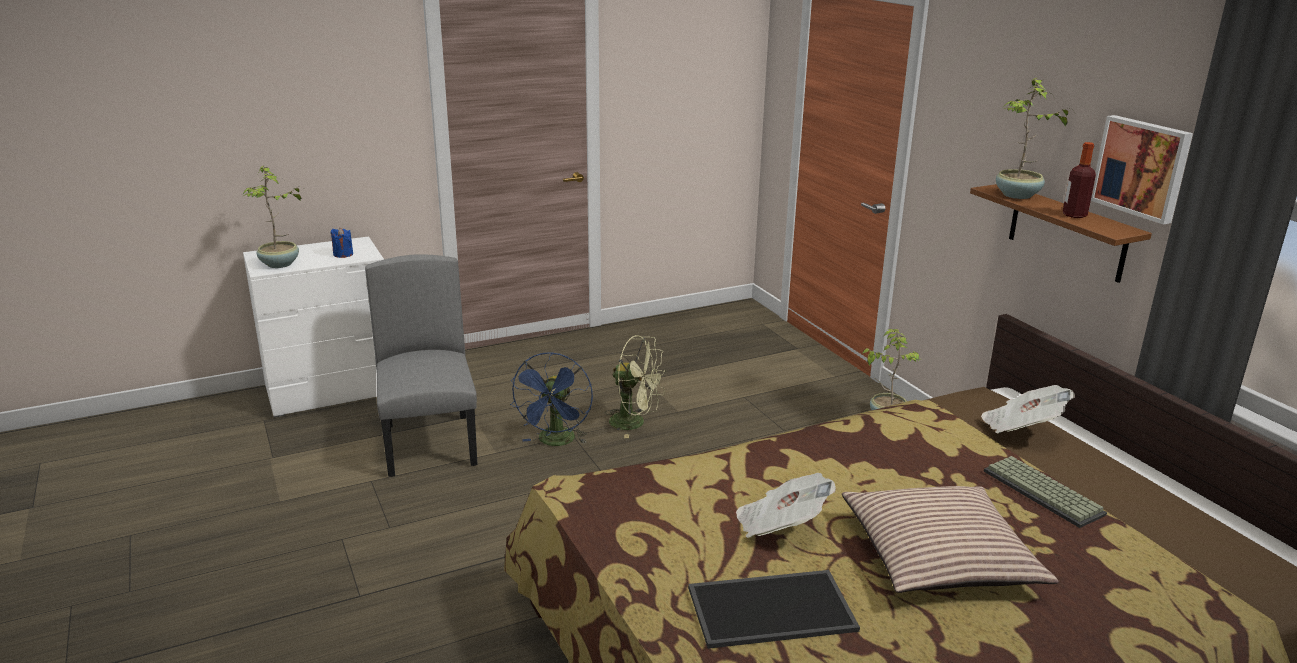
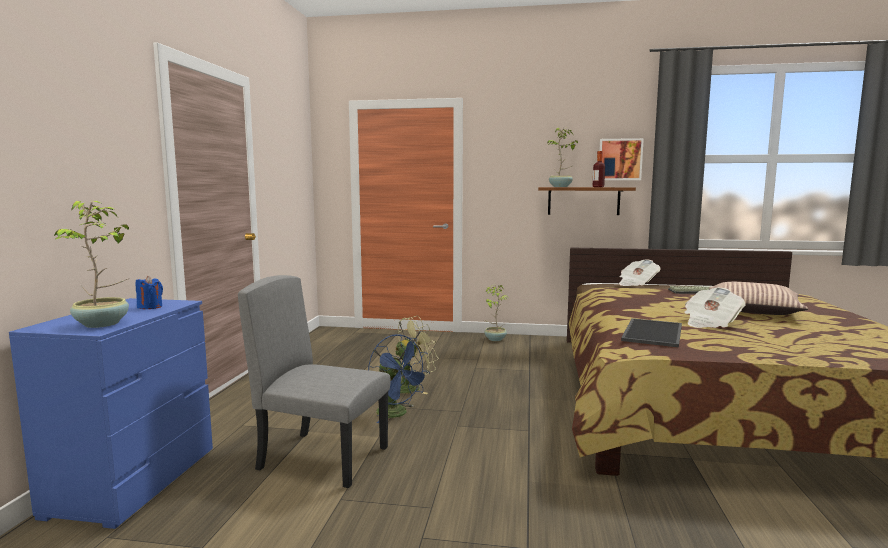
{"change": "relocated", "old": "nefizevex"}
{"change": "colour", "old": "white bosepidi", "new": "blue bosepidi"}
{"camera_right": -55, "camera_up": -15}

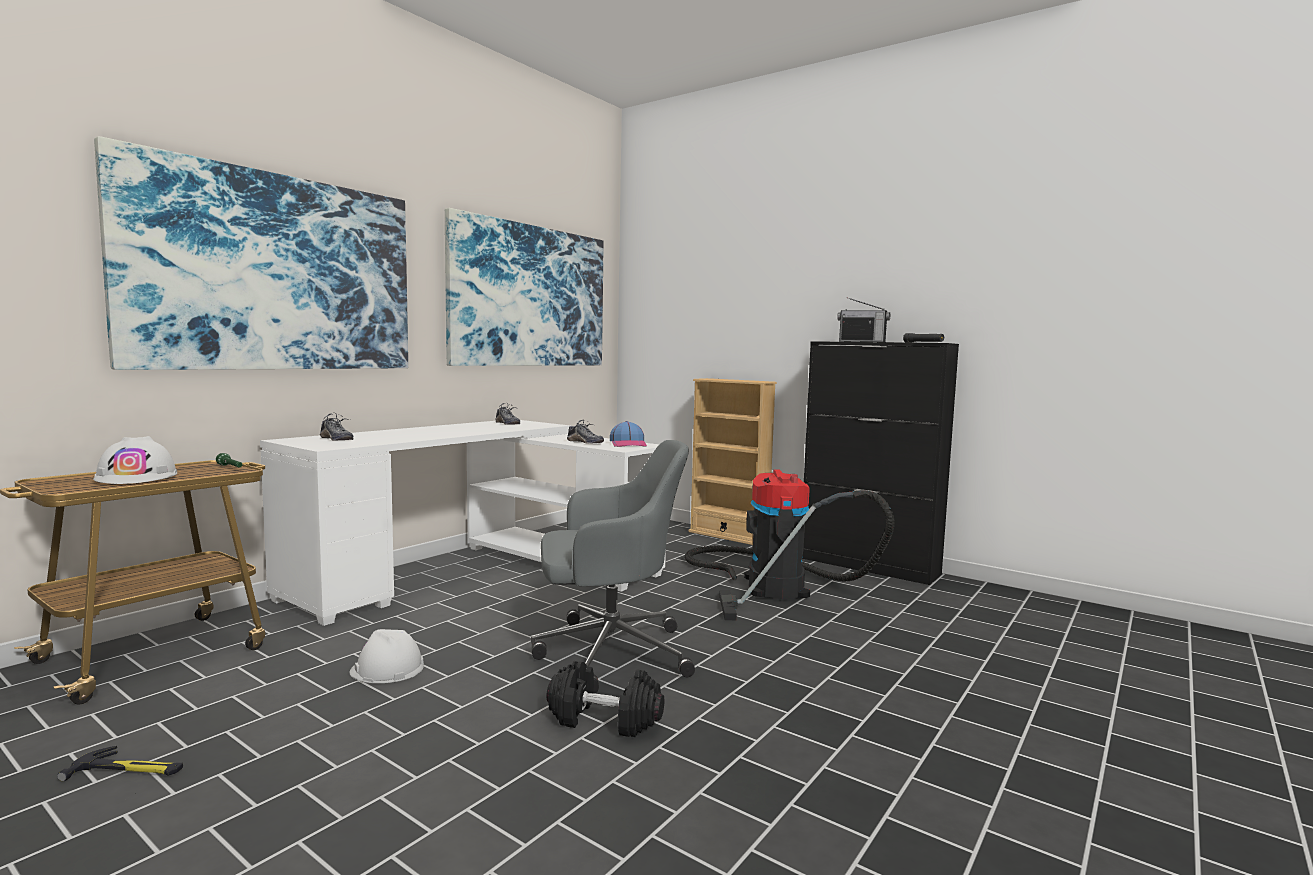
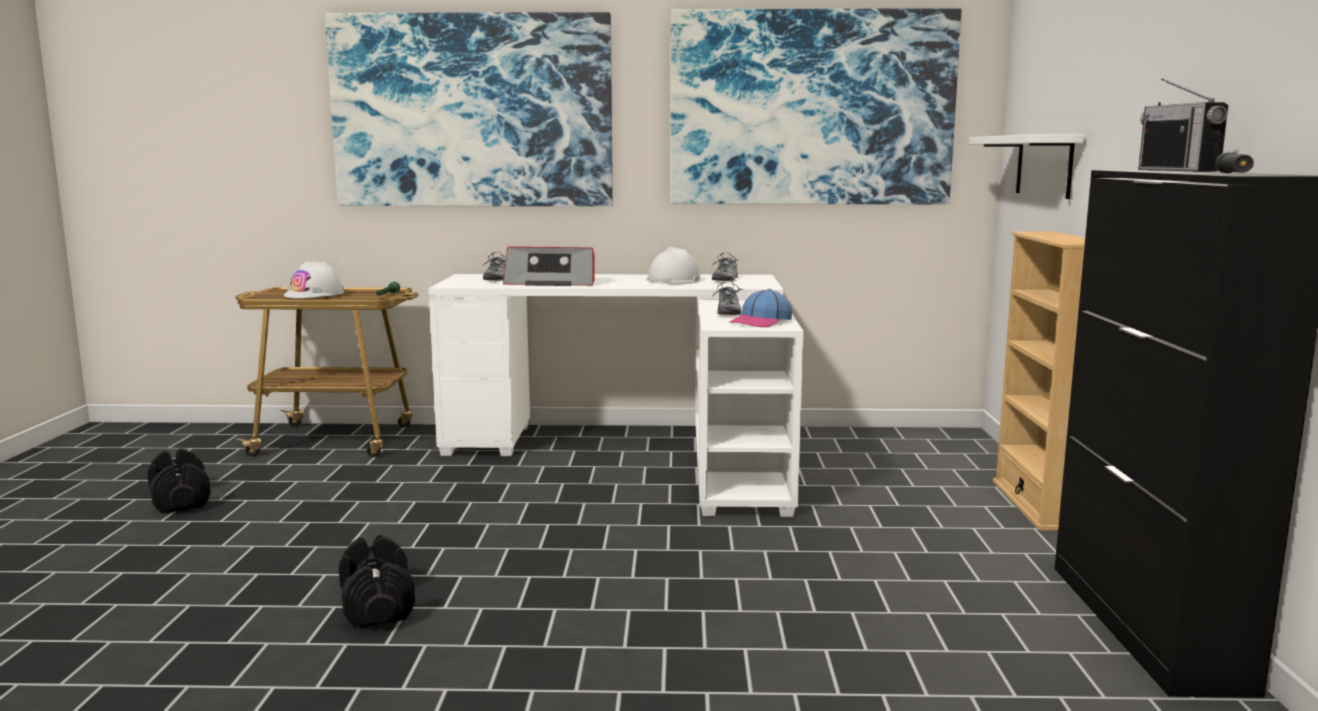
{"change": "missing", "old": "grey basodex"}
{"change": "missing", "old": "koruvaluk"}
{"change": "appeared", "new": "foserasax (no. 1 from left)"}
{"change": "appeared", "new": "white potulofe"}
{"change": "relocated", "old": "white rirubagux (no. 2 from left)"}
{"change": "exchanged", "old": "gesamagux", "new": "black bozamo (no. 1 from left)"}
{"camera_right": 55, "camera_up": 5}

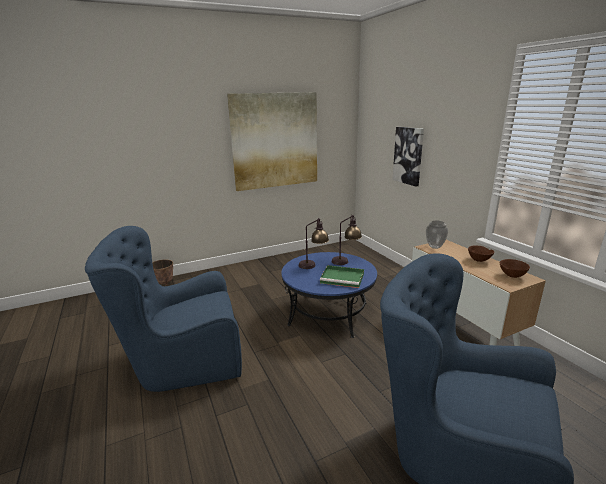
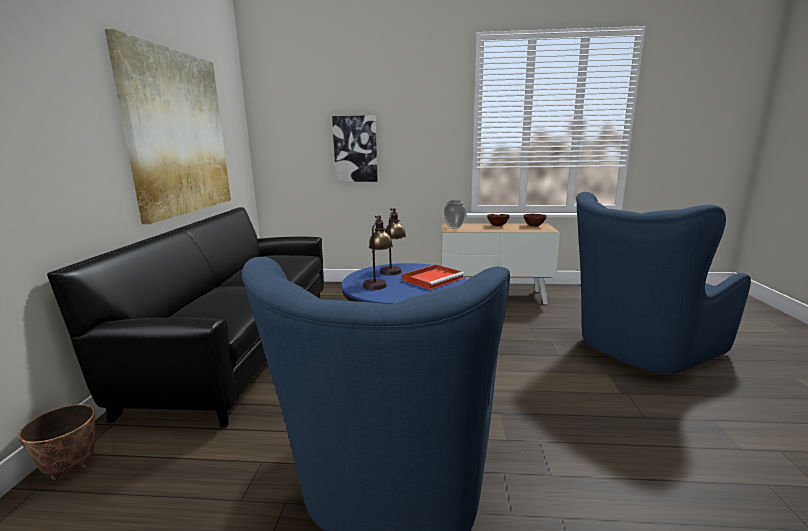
{"change": "appeared", "new": "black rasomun"}
{"change": "colour", "old": "green nefizevex", "new": "red nefizevex"}
{"camera_right": -60, "camera_up": -5}

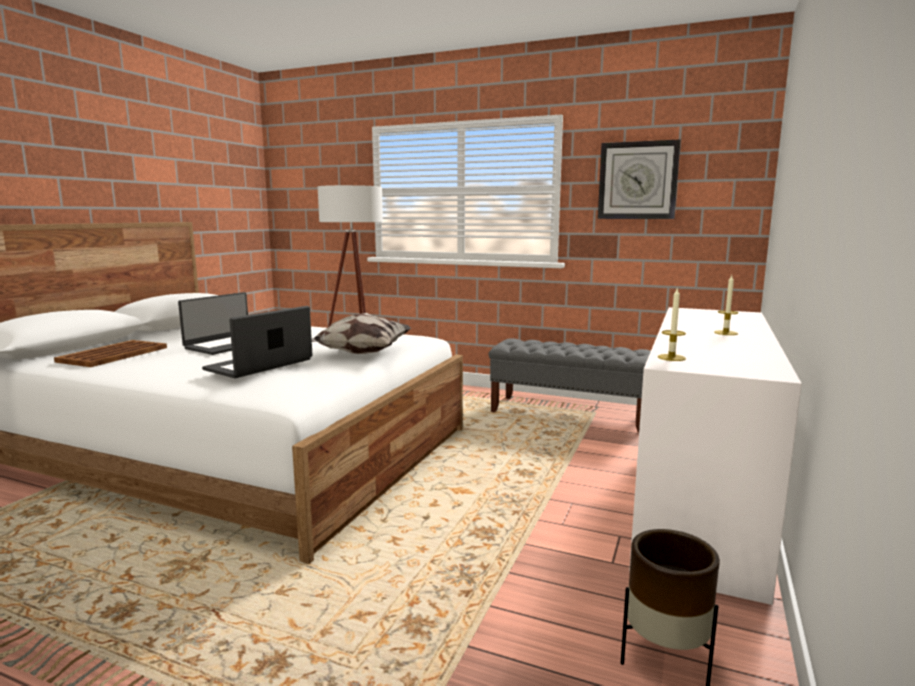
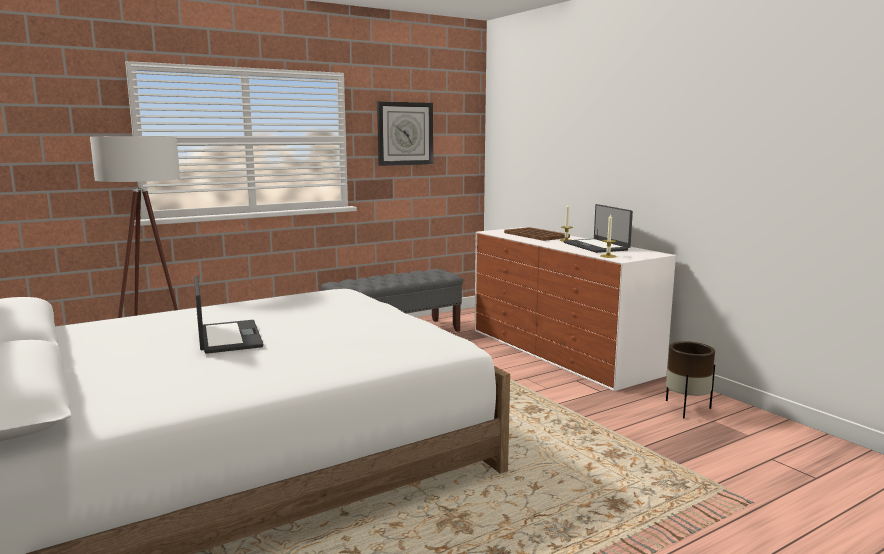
{"change": "missing", "old": "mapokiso"}
{"change": "relocated", "old": "brown nefizevex"}
{"change": "relocated", "old": "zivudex (no. 2 from left)"}
{"camera_right": -55, "camera_up": 0}

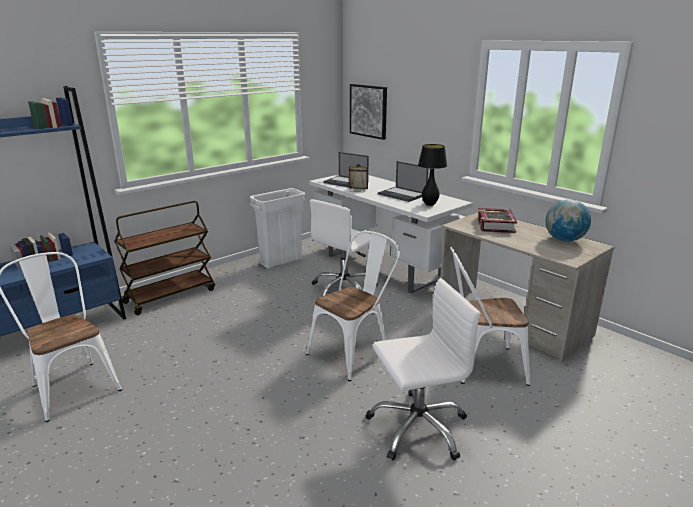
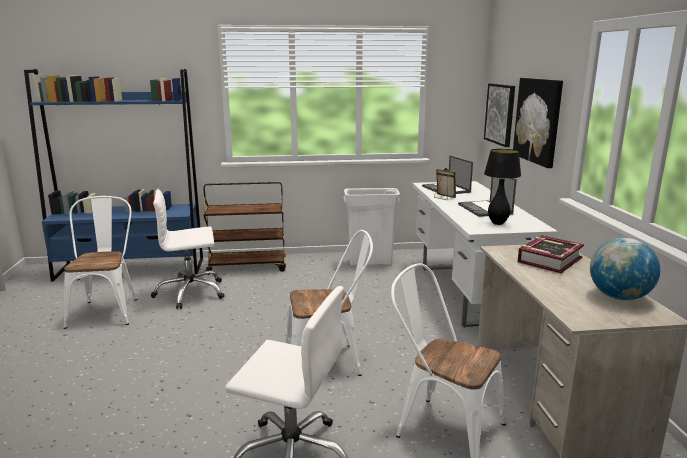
{"change": "appeared", "new": "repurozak (no. 2 from left)"}
{"change": "relocated", "old": "white basodex (no. 1 from left)"}
{"camera_right": 35, "camera_up": -5}

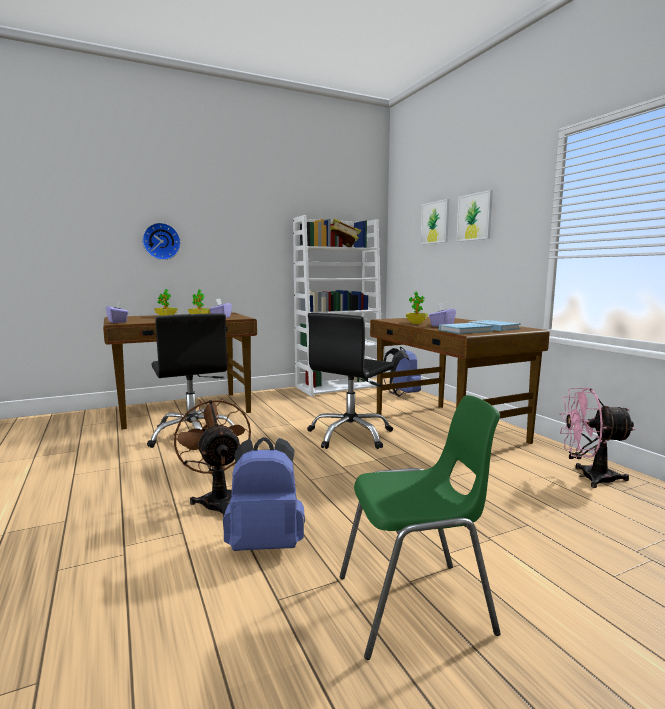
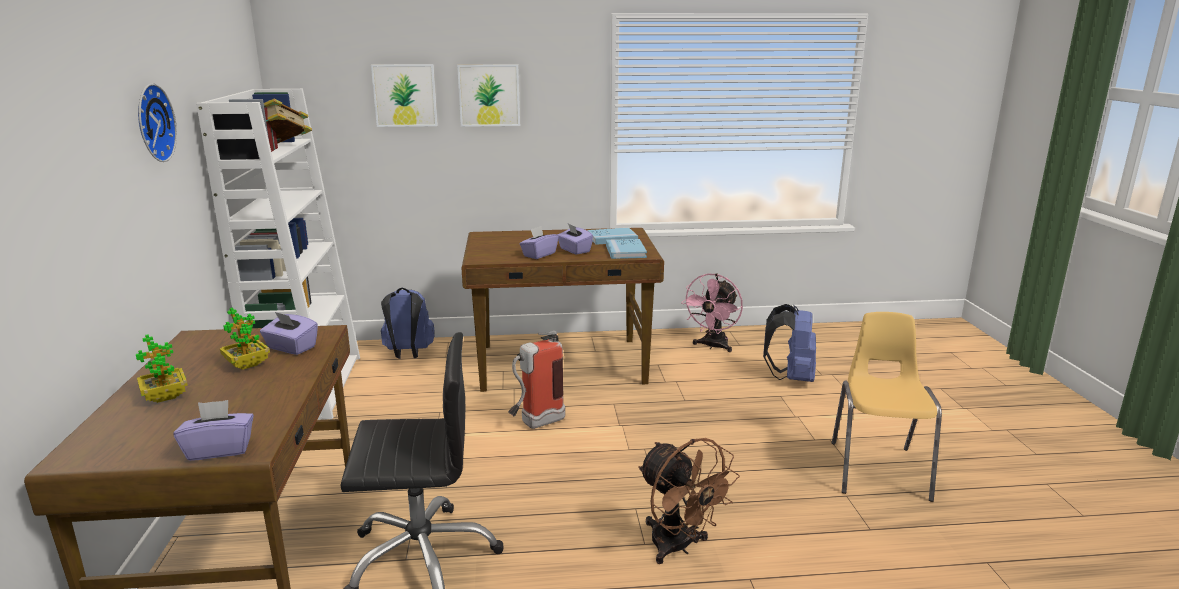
{"change": "relocated", "old": "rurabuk"}
{"change": "relocated", "old": "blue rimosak (no. 1 from left in the first image)", "new": "blue rimosak (no. 2 from left)"}
{"change": "exchanged", "old": "black basodex (no. 2 from left)", "new": "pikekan"}
{"change": "exchanged", "old": "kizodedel (no. 3 from left)", "new": "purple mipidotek (no. 3 from left)"}
{"change": "colour", "old": "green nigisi", "new": "yellow nigisi"}
{"change": "spun", "old": "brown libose", "degrees": -120}
{"camera_right": -70, "camera_up": 10}

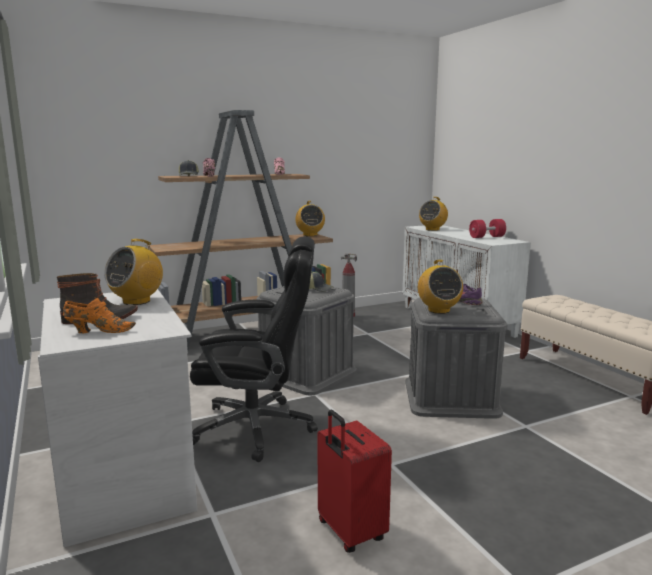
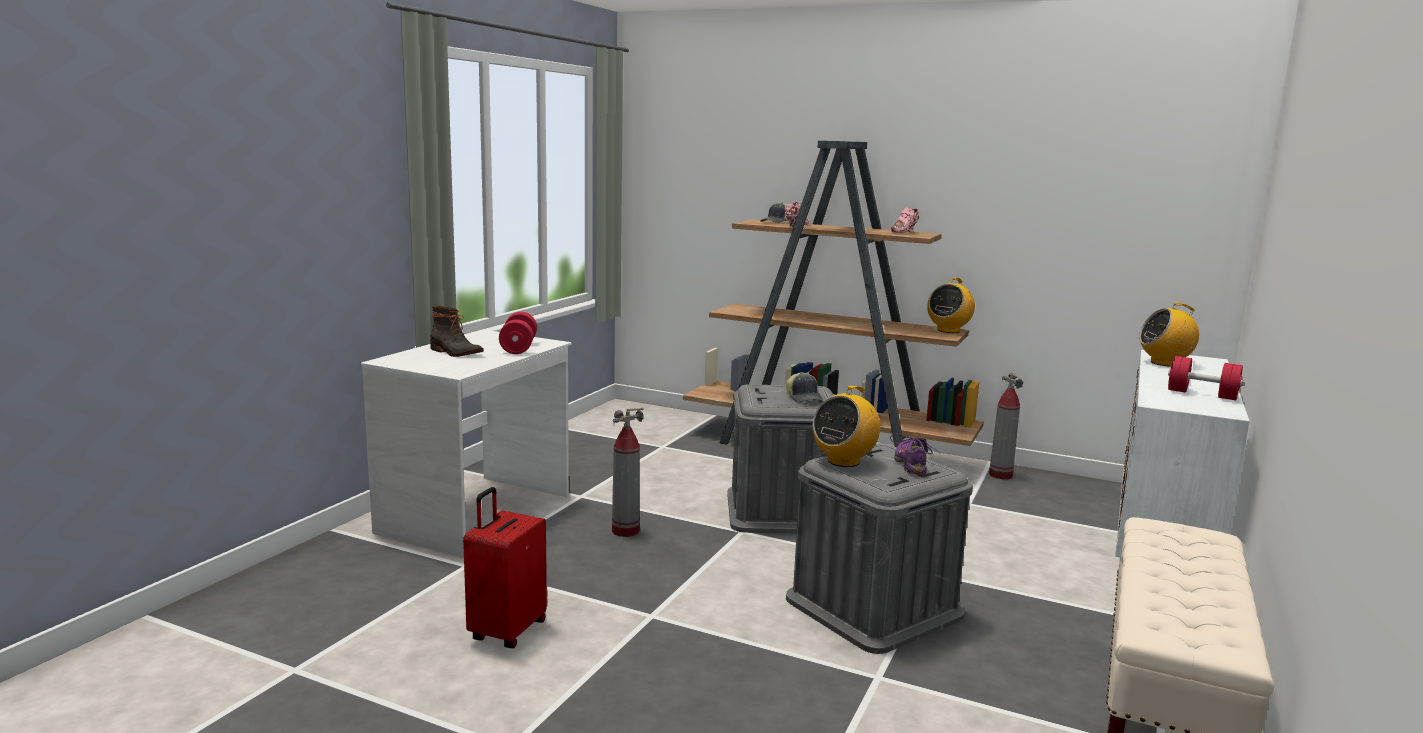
{"change": "missing", "old": "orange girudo"}
{"change": "exchanged", "old": "foserasax (no. 1 from left)", "new": "red bozamo (no. 1 from left)"}
{"change": "exchanged", "old": "black basodex", "new": "pikekan (no. 1 from left)"}
{"camera_right": 50, "camera_up": 0}

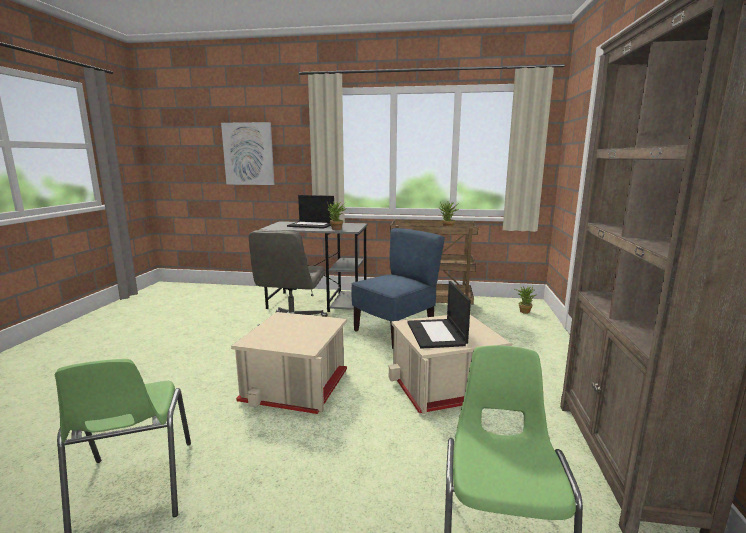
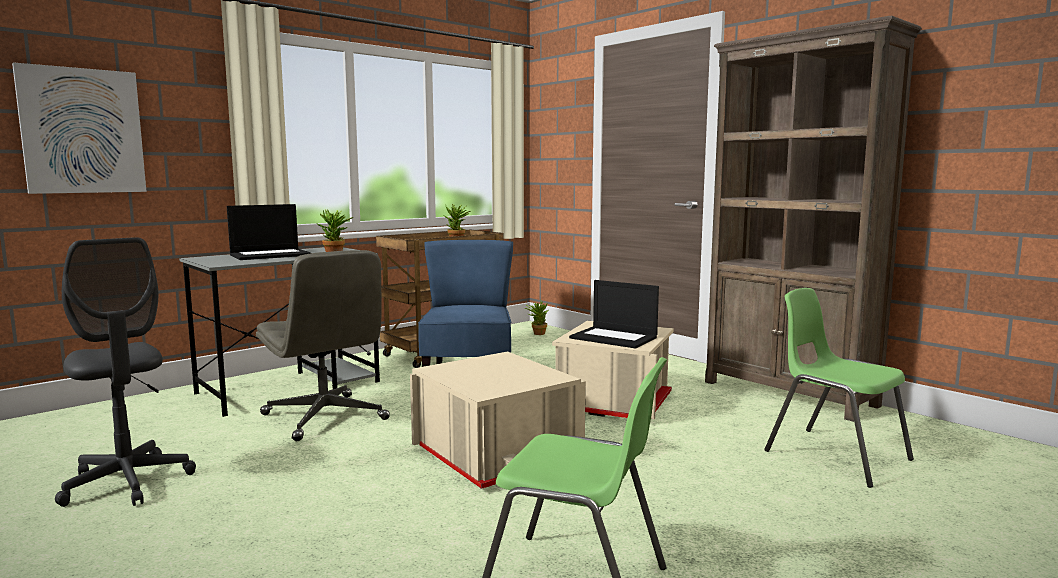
{"change": "appeared", "new": "grey basodex (no. 1 from left)"}
{"camera_right": -50, "camera_up": -5}

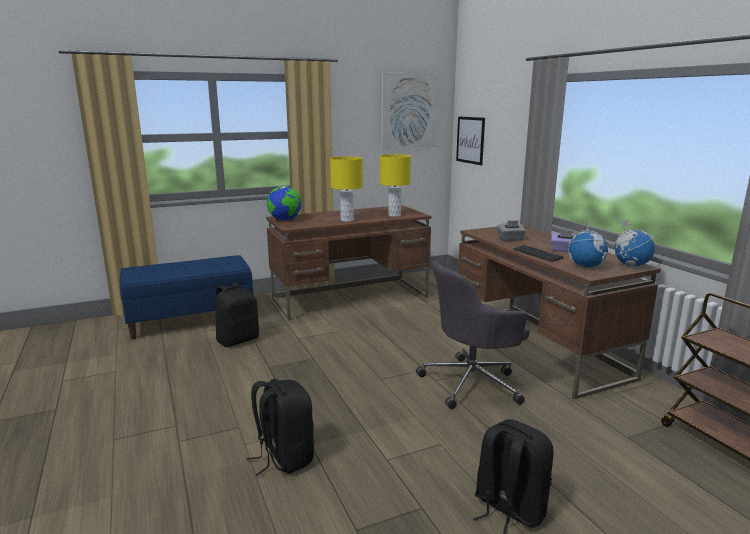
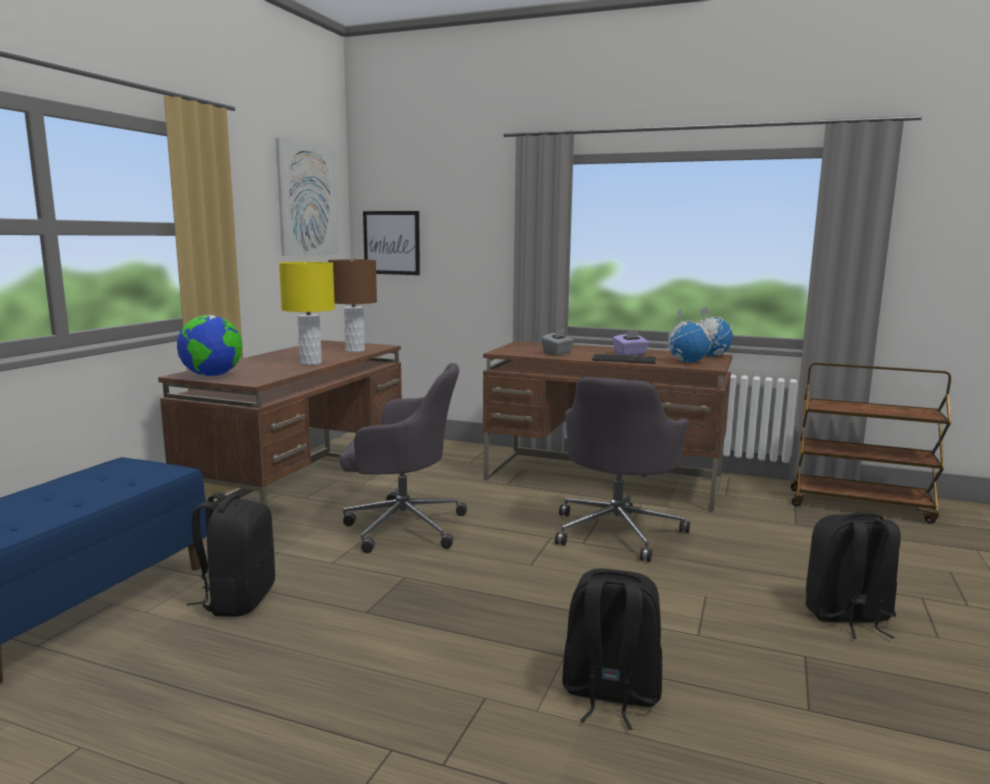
{"change": "appeared", "new": "grey basodex (no. 1 from left)"}
{"change": "colour", "old": "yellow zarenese (no. 2 from left)", "new": "brown zarenese"}
{"camera_right": -45, "camera_up": -5}

